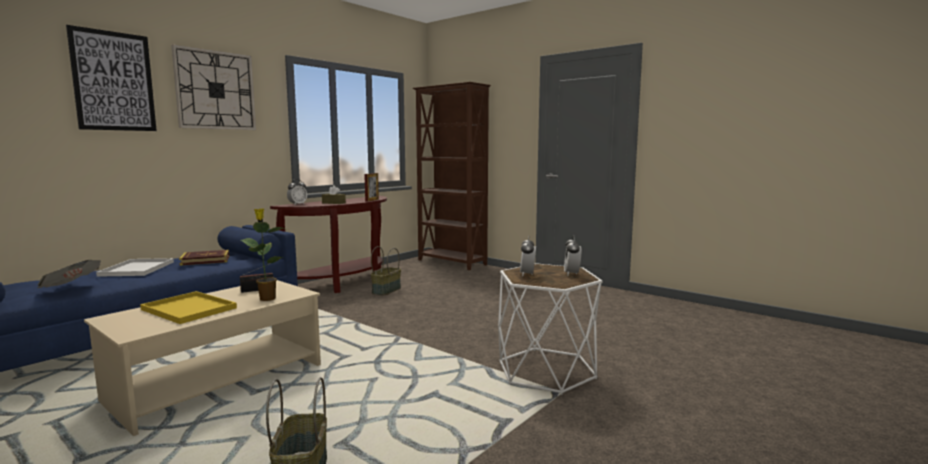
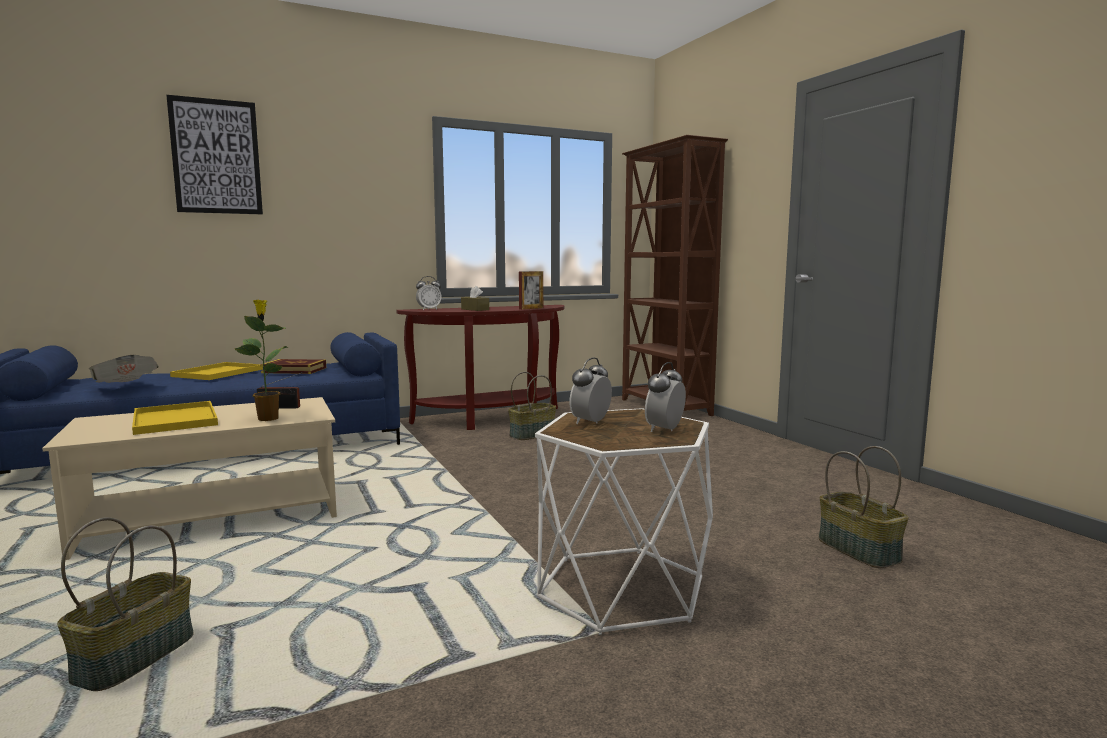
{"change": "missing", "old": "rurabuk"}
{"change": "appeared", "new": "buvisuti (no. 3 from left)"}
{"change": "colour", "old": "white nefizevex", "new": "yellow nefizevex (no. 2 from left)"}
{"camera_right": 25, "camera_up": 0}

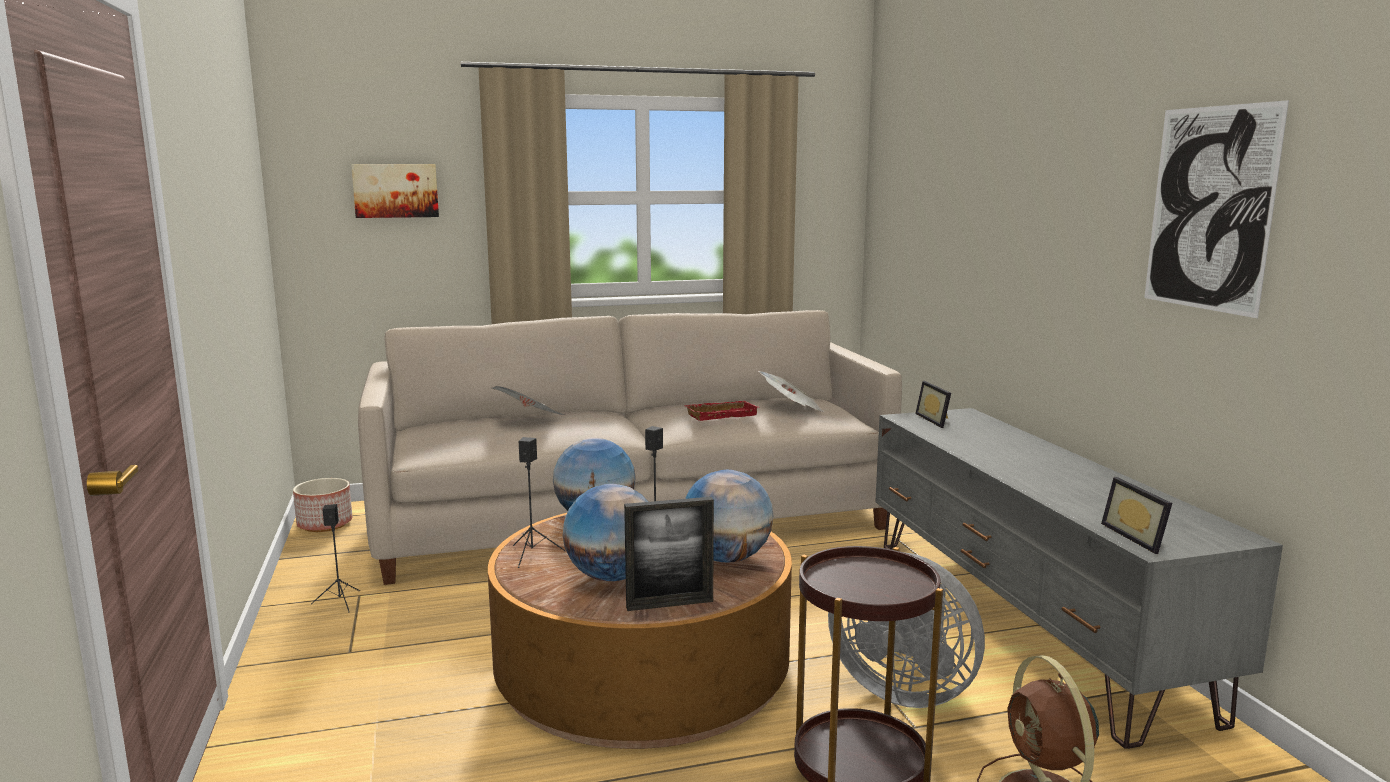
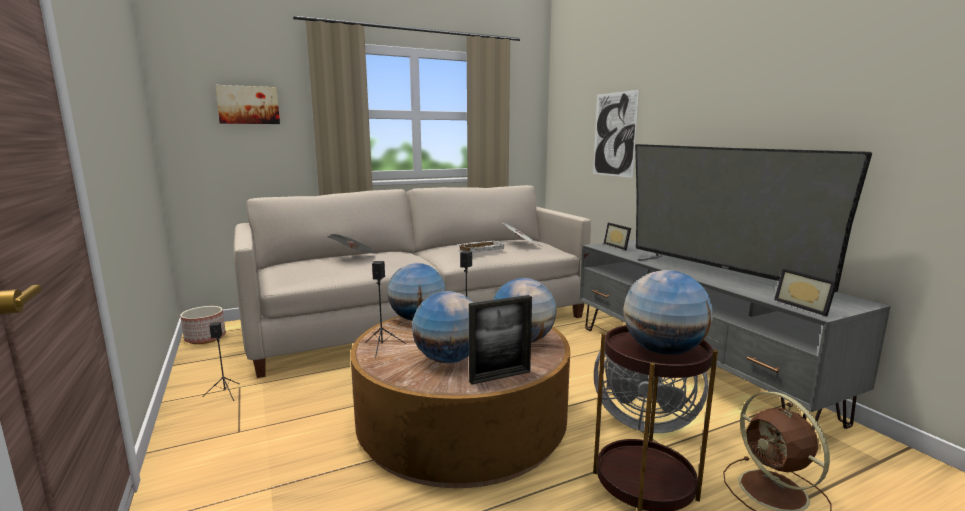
{"change": "appeared", "new": "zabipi (no. 4 from left)"}
{"change": "appeared", "new": "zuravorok"}
{"change": "relocated", "old": "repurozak (no. 2 from left)"}
{"change": "colour", "old": "red nefizevex", "new": "white nefizevex"}
{"camera_right": -10, "camera_up": 0}

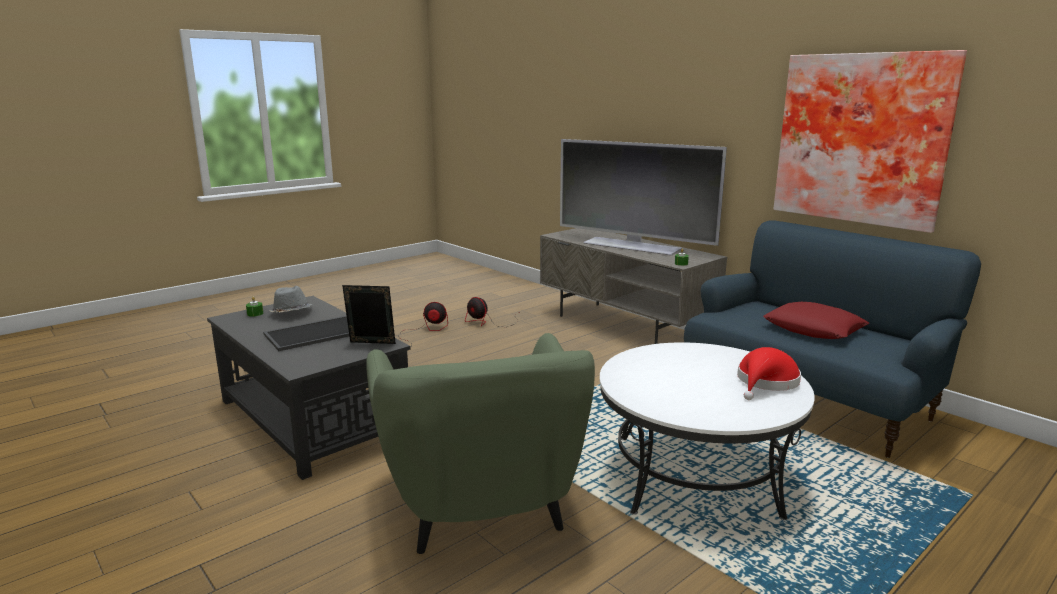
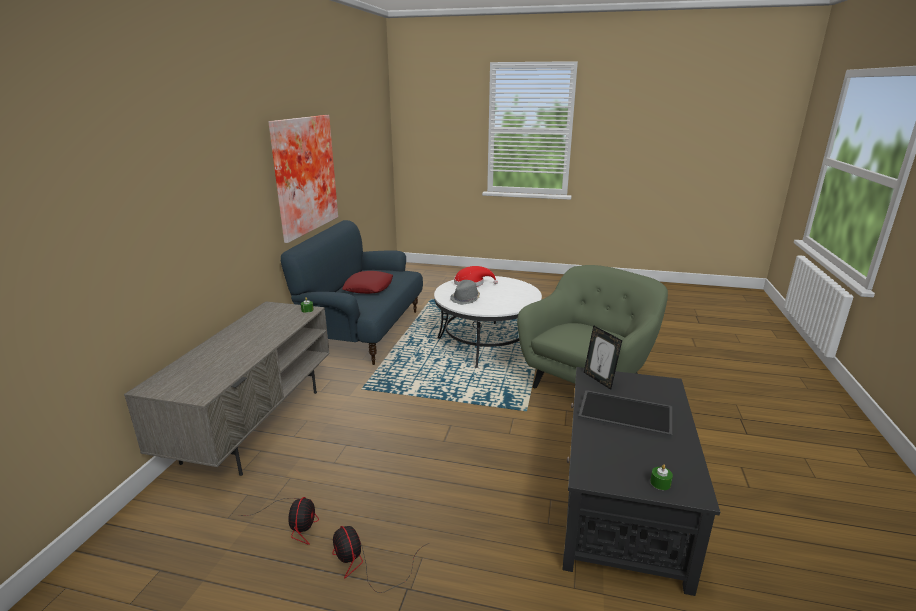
{"change": "missing", "old": "zuravorok"}
{"change": "relocated", "old": "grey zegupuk"}
{"camera_right": -125, "camera_up": 5}

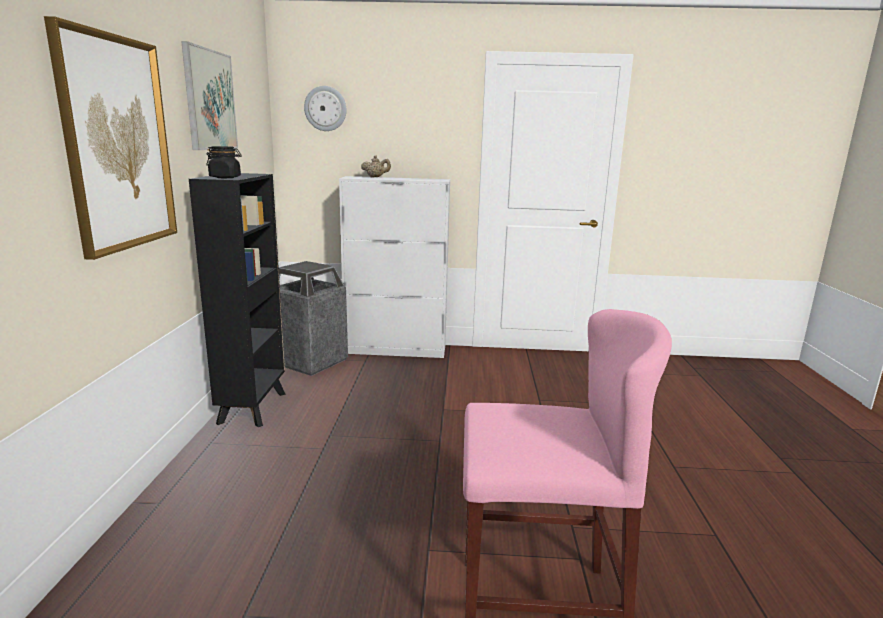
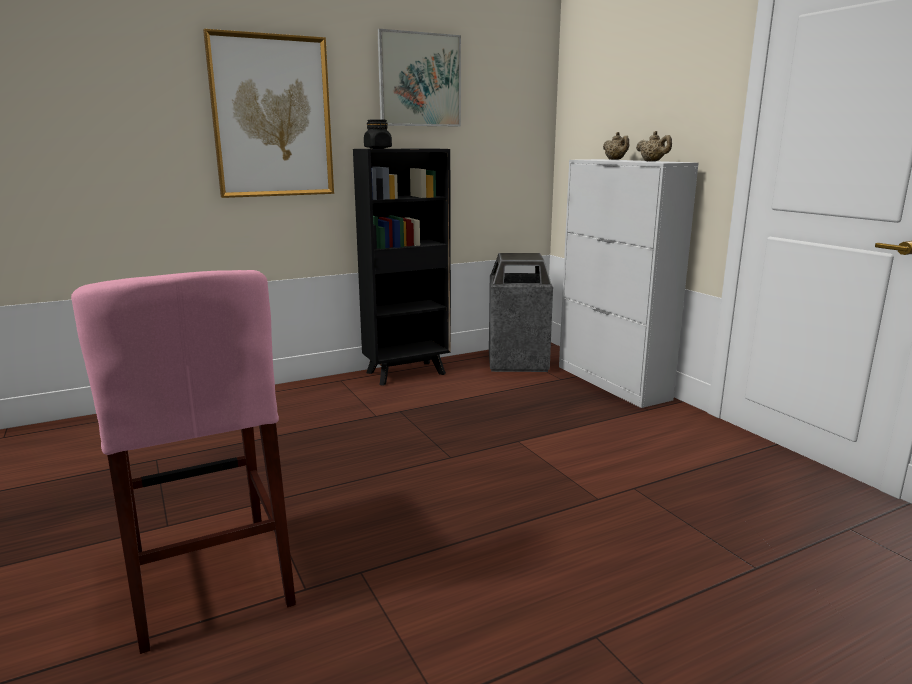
{"change": "missing", "old": "rurabuk"}
{"change": "appeared", "new": "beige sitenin (no. 2 from left)"}
{"camera_right": 60, "camera_up": 0}

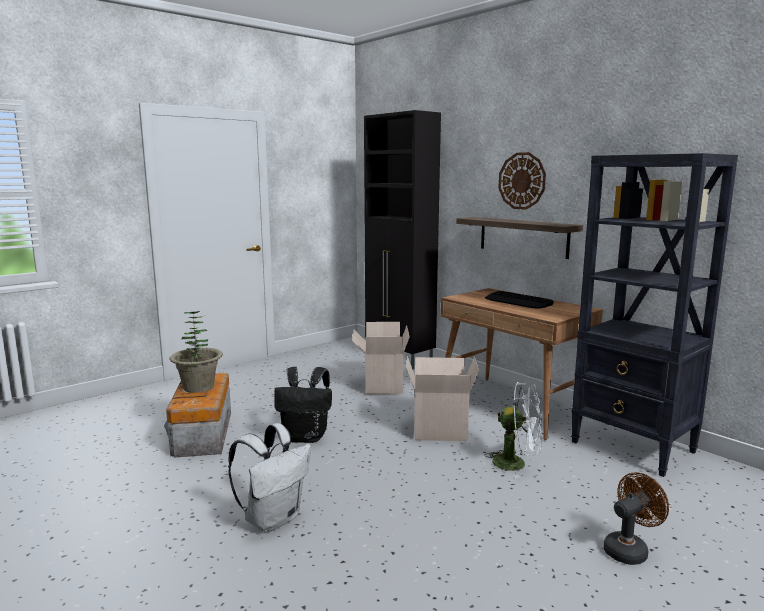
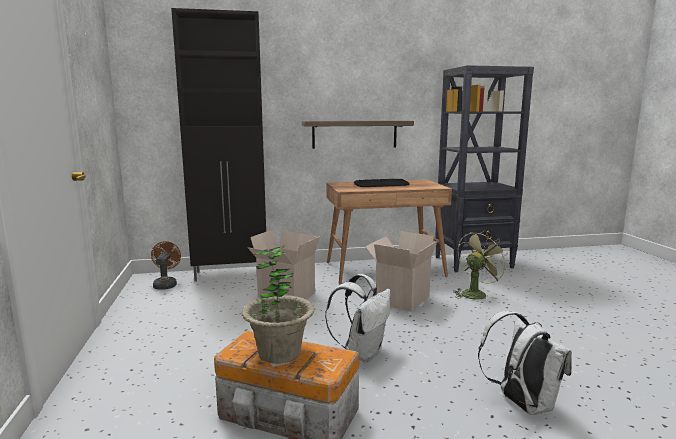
{"change": "missing", "old": "rurabuk"}
{"change": "relocated", "old": "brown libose"}
{"change": "colour", "old": "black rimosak", "new": "white rimosak (no. 1 from left)"}
{"change": "colour", "old": "white libose", "new": "green libose"}
{"camera_right": -60, "camera_up": 0}

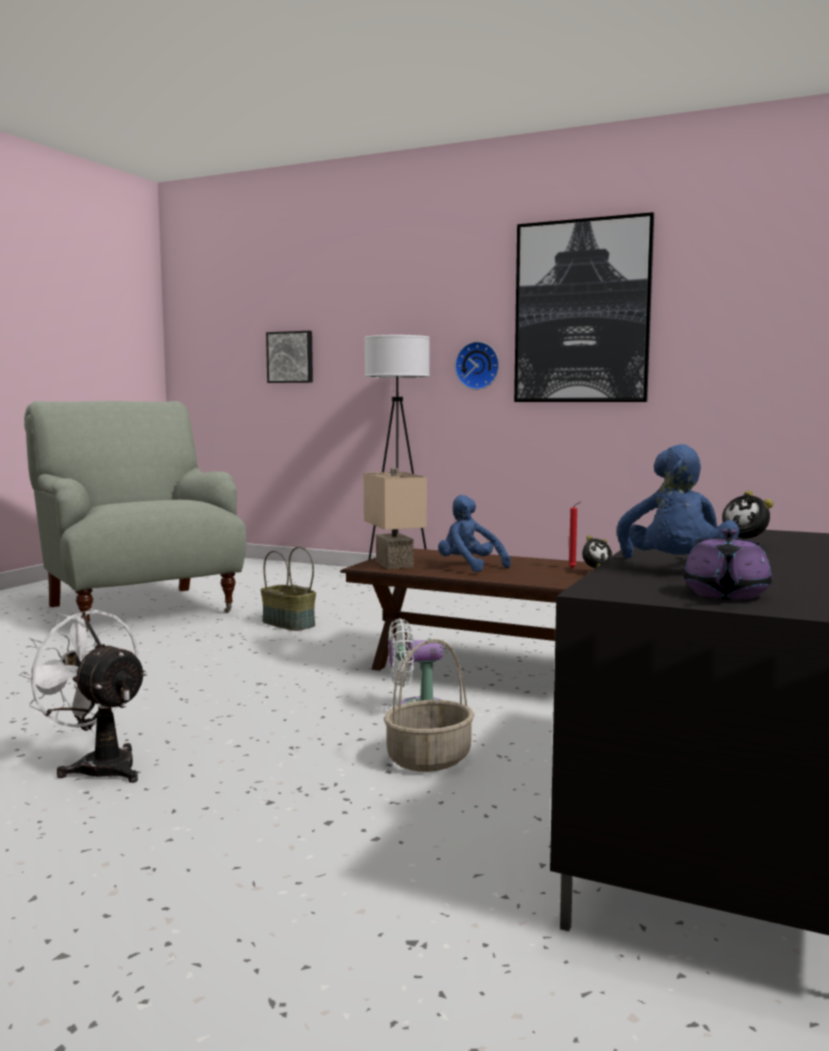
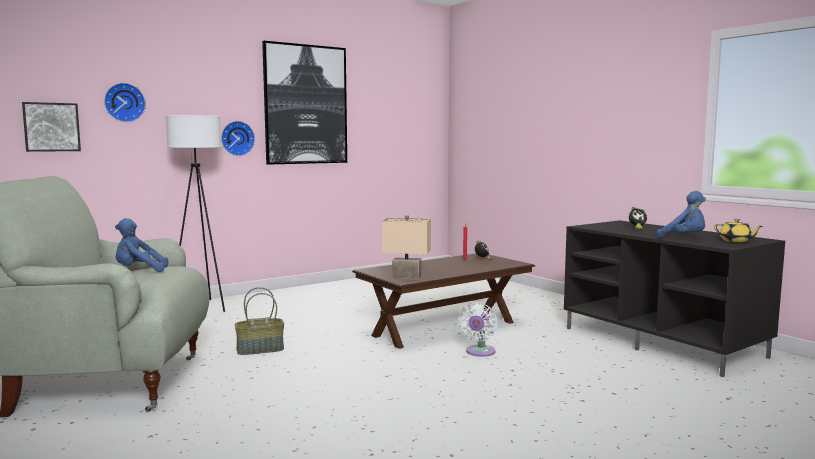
{"change": "missing", "old": "white libose (no. 1 from left)"}
{"change": "missing", "old": "buvisuti (no. 2 from left)"}
{"change": "appeared", "new": "rurabuk (no. 1 from left)"}
{"change": "relocated", "old": "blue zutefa (no. 1 from left)"}
{"change": "colour", "old": "purple sitenin", "new": "yellow sitenin"}
{"camera_right": -60, "camera_up": 0}

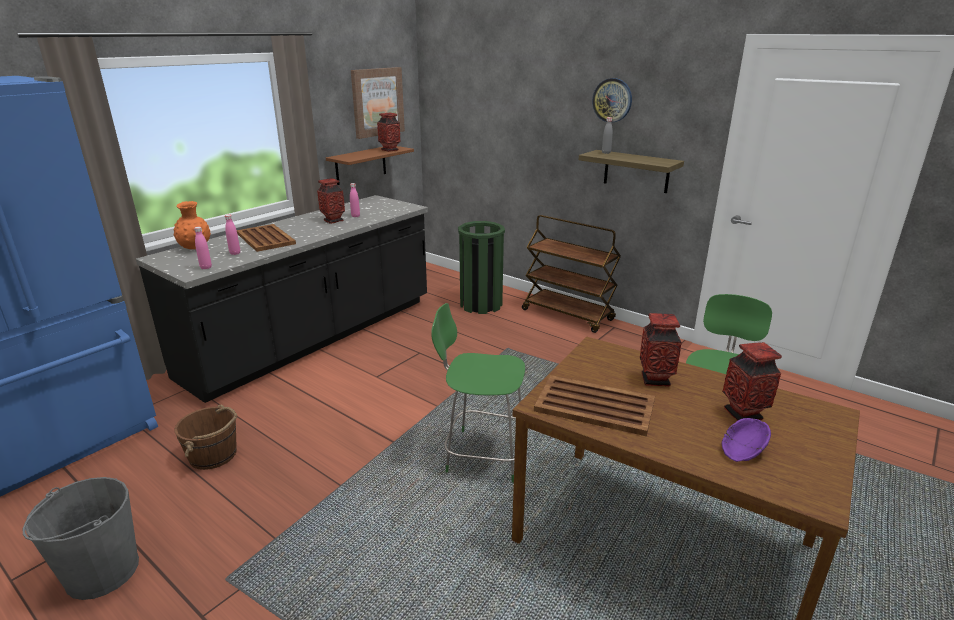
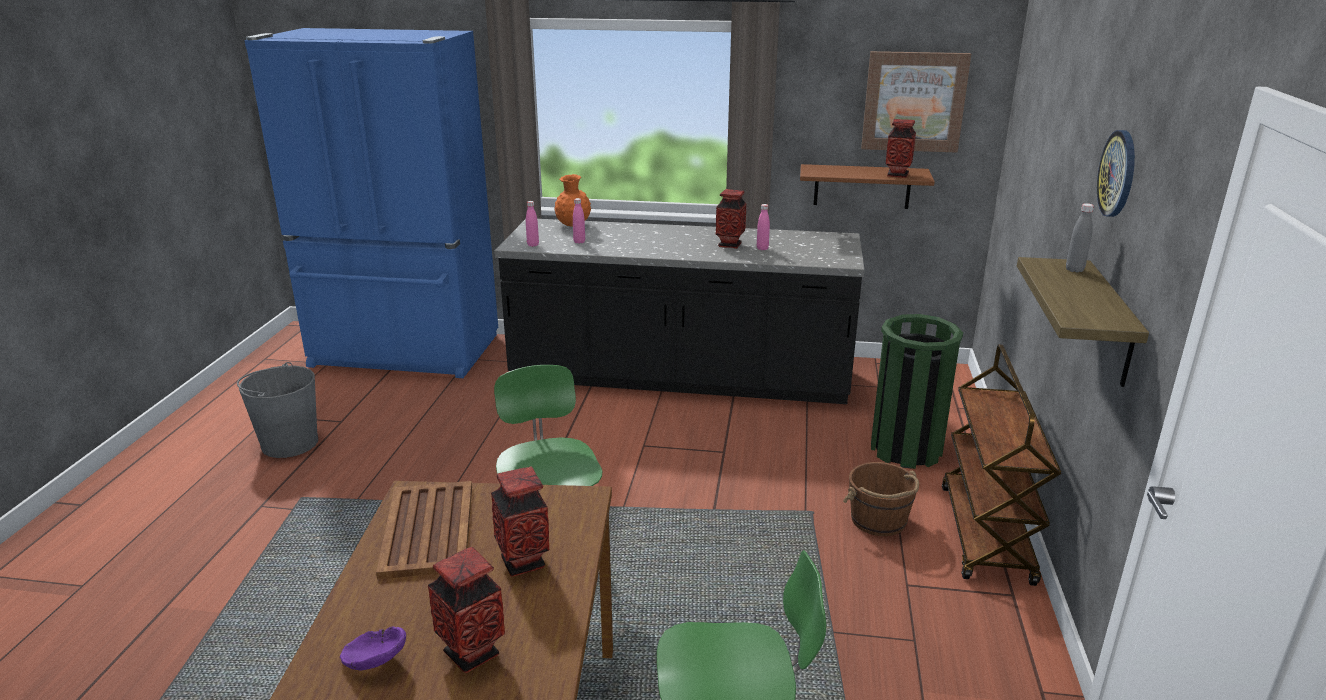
{"change": "missing", "old": "brown nefizevex (no. 1 from left)"}
{"change": "relocated", "old": "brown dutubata"}
{"camera_right": 60, "camera_up": 0}

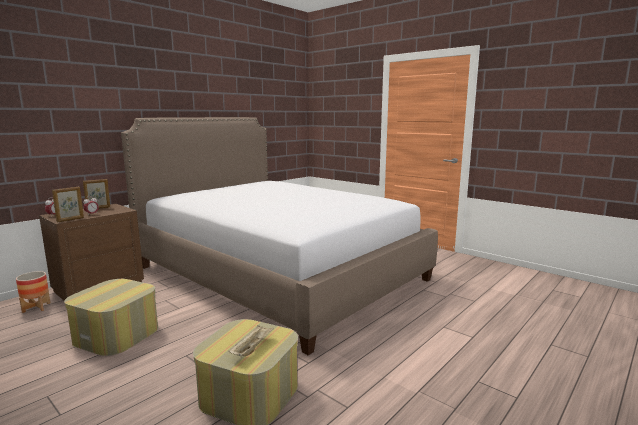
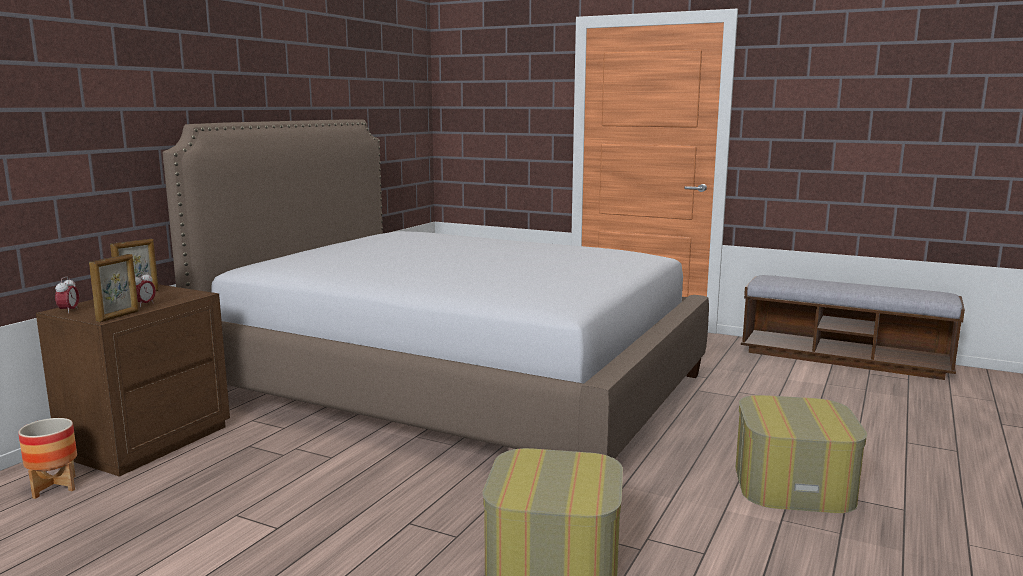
{"change": "missing", "old": "beige nefizevex"}
{"change": "appeared", "new": "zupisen"}
{"change": "relocated", "old": "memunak (no. 1 from left in the first image)", "new": "memunak (no. 2 from left)"}
{"camera_right": -15, "camera_up": 0}

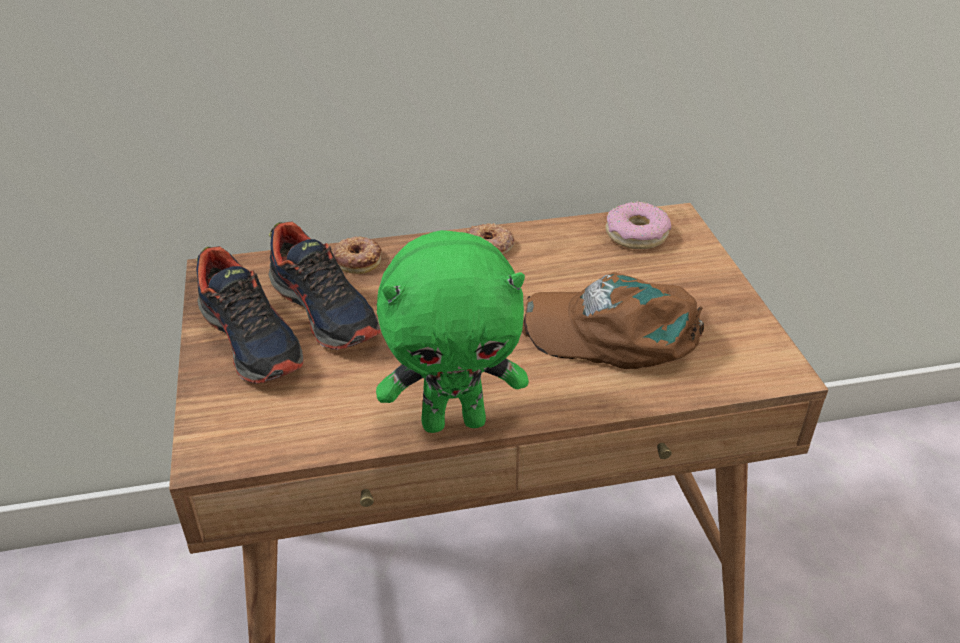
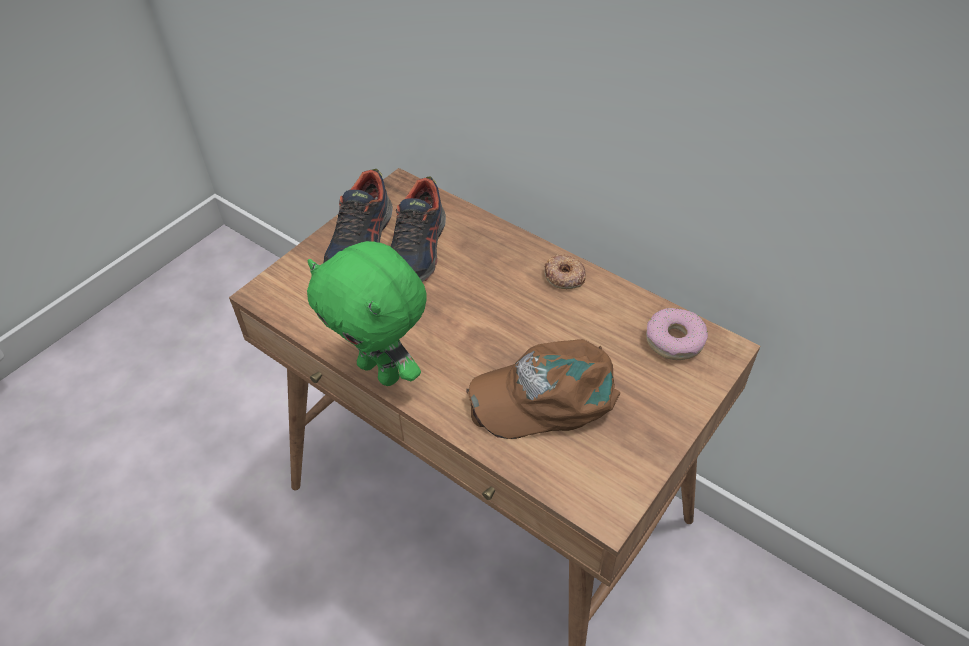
{"change": "missing", "old": "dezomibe (no. 1 from left)"}
{"change": "spun", "old": "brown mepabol", "degrees": -75}
{"camera_right": 50, "camera_up": 10}

